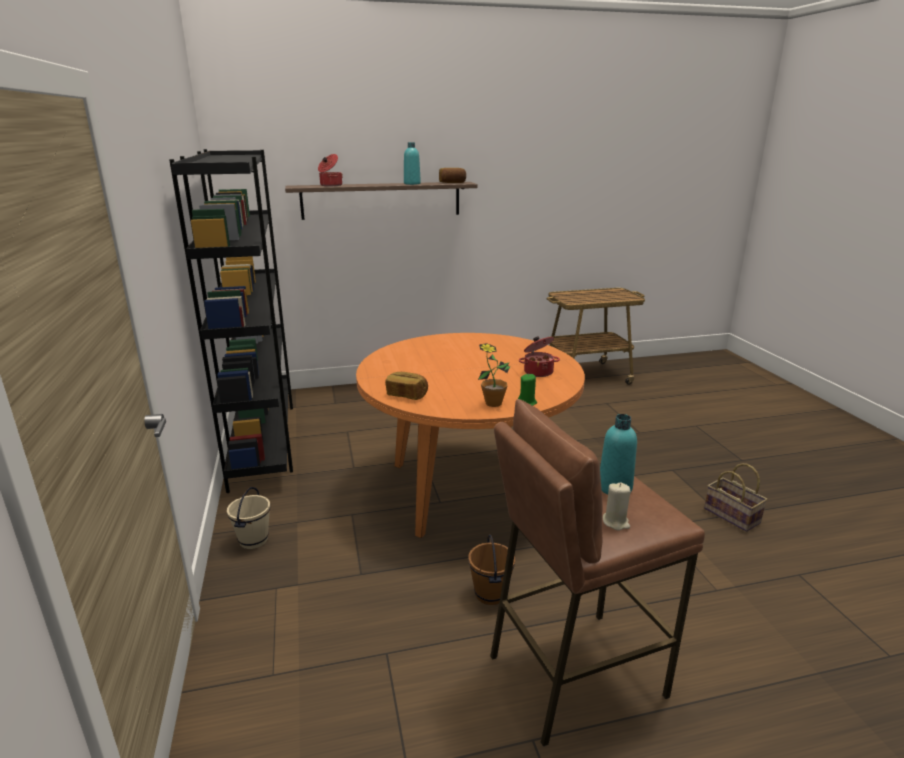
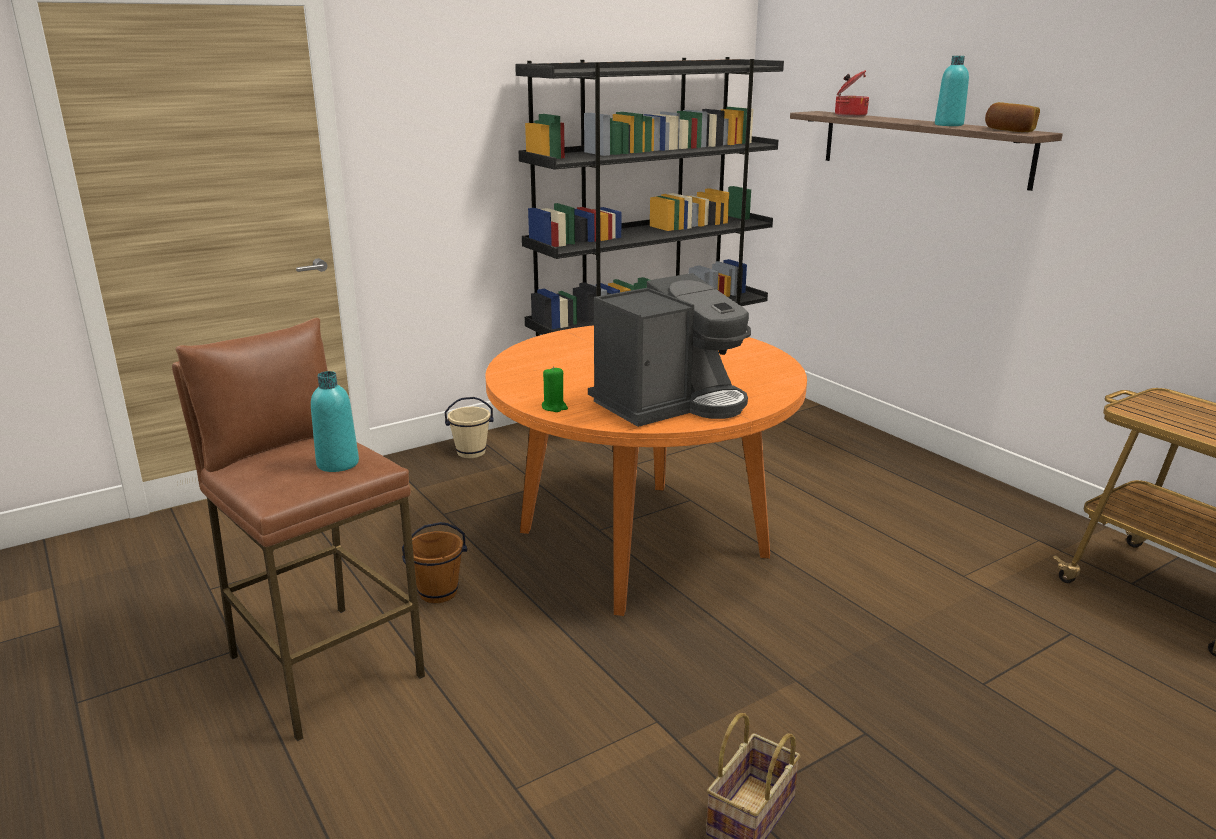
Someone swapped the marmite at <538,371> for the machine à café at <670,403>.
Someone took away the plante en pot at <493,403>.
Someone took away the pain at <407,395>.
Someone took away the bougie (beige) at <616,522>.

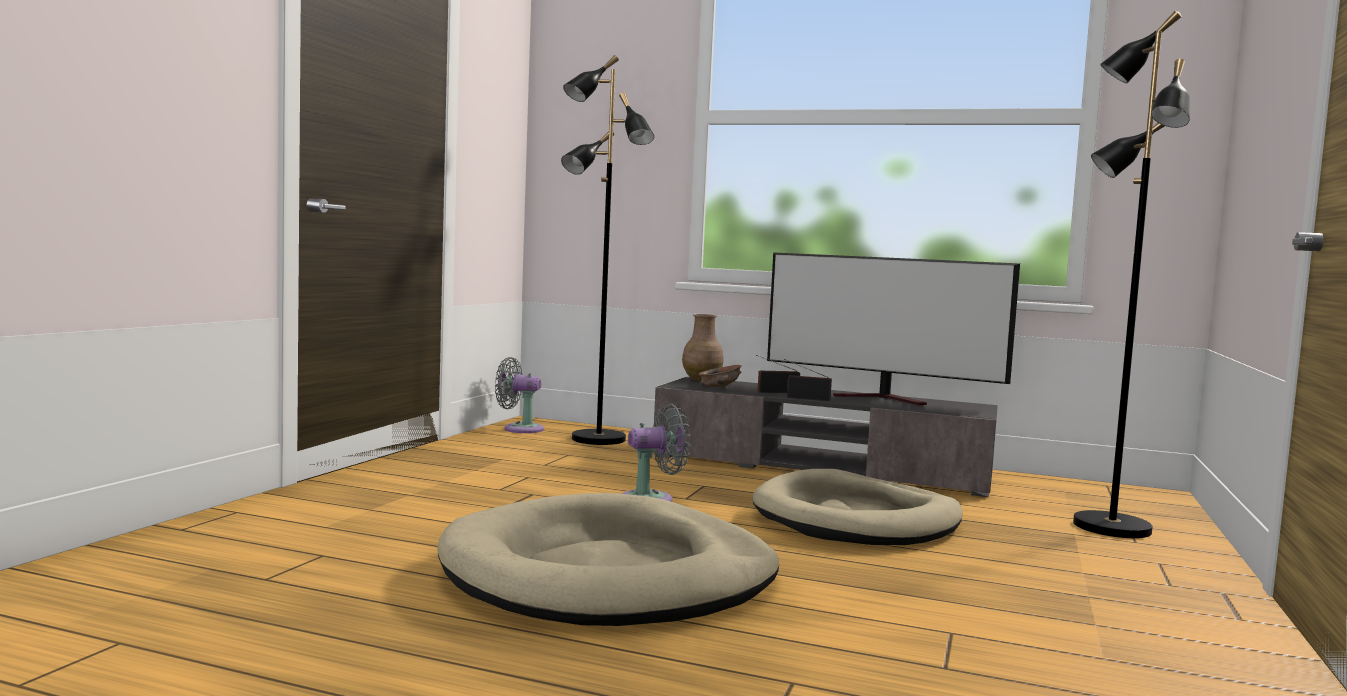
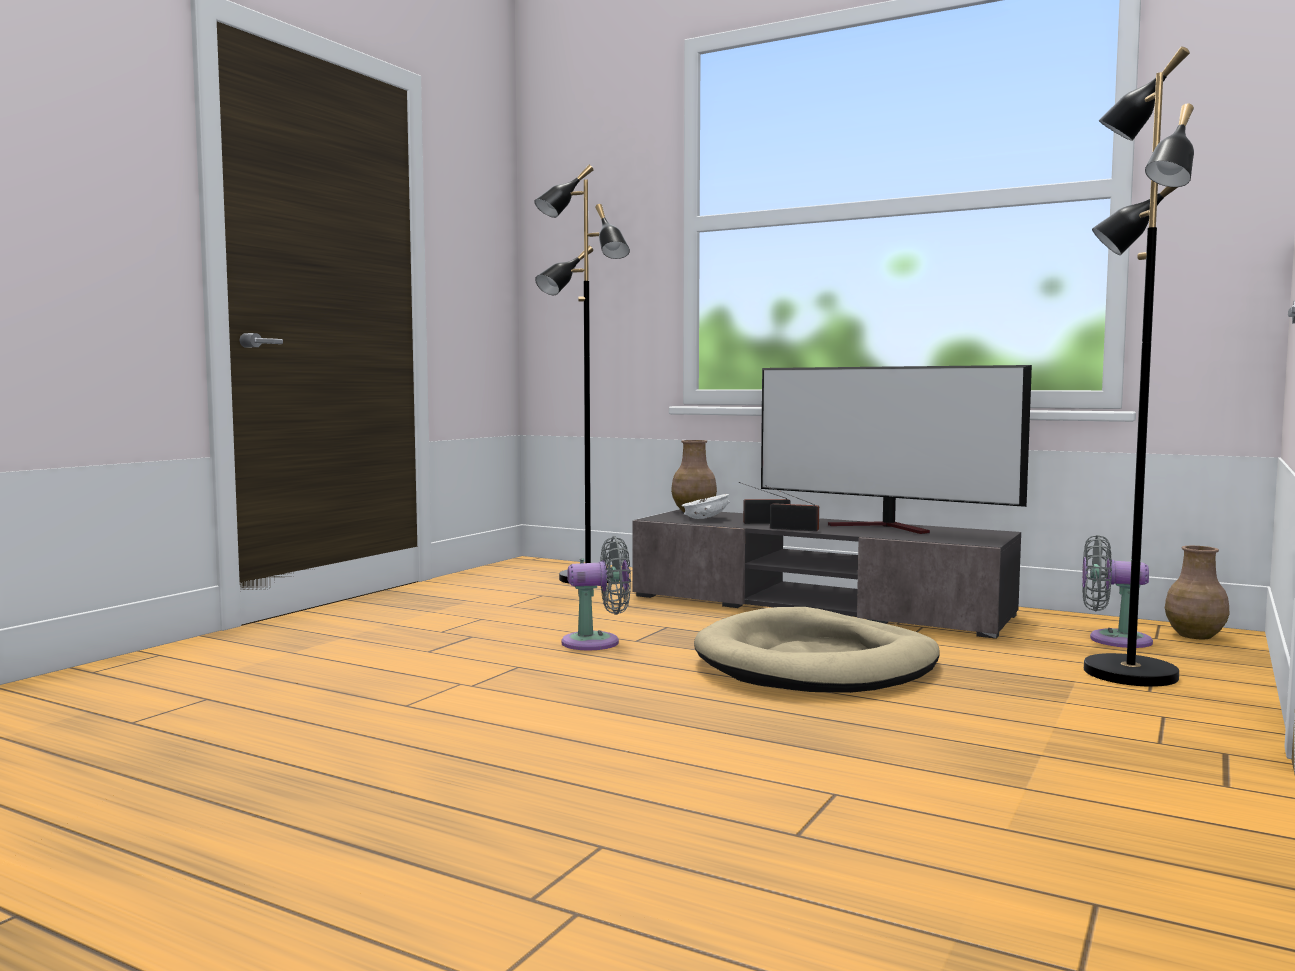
Someone carried the ventilateur (gris) from <519,429> to <1113,639>.
Someone repainted the bol (marron) at <719,386>, which became the bol (blanc) at <705,518>.
Someone took away the panier pour chien (beige) at <610,575>.
Someone put down the vase (marron) at <1195,636>.

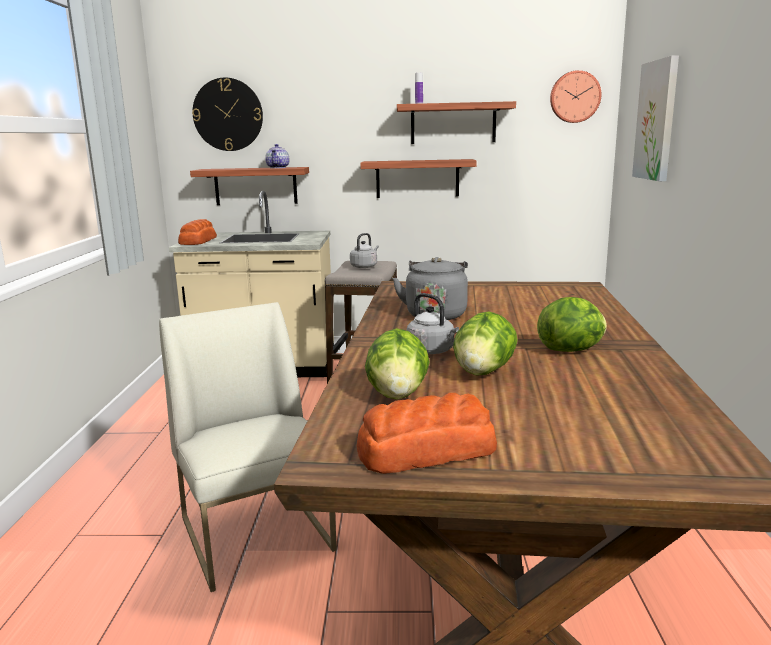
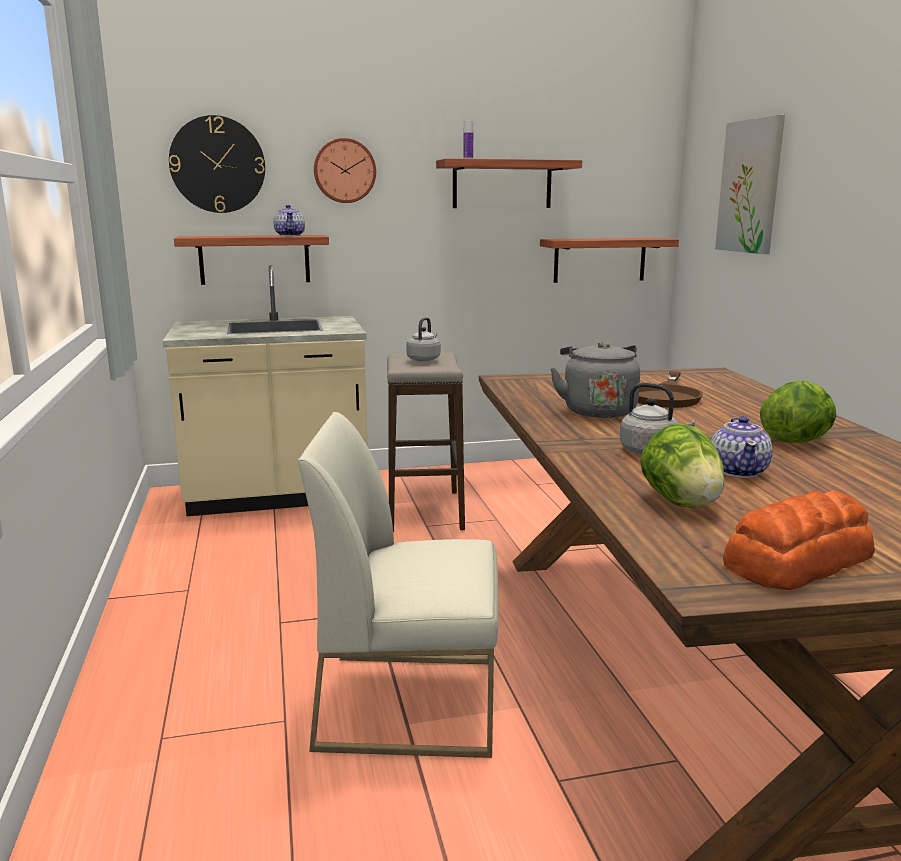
Someone carried the horloge murale from <574,97> to <344,171>.
Someone carried the étagère from <417,178> to <599,260>.
Someone took away the pain at <197,241>.
Someone rotated the chaise (blanc) at <258,534> by 45 degrees counterclockwise.
Someone swapped the laitue at <483,372> for the théière at <739,471>.
Someone put down the poêle (marron) at <666,396>.

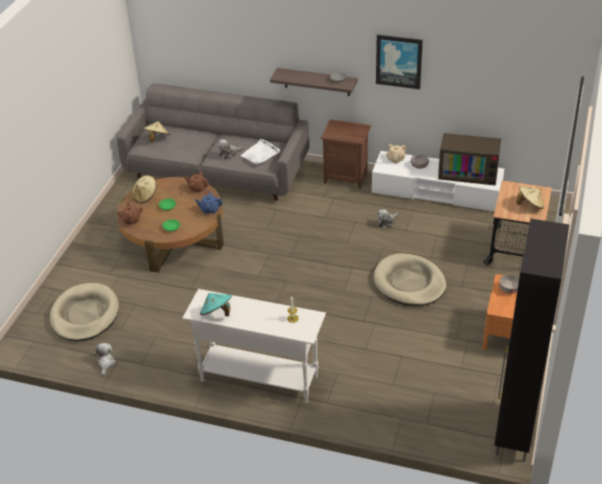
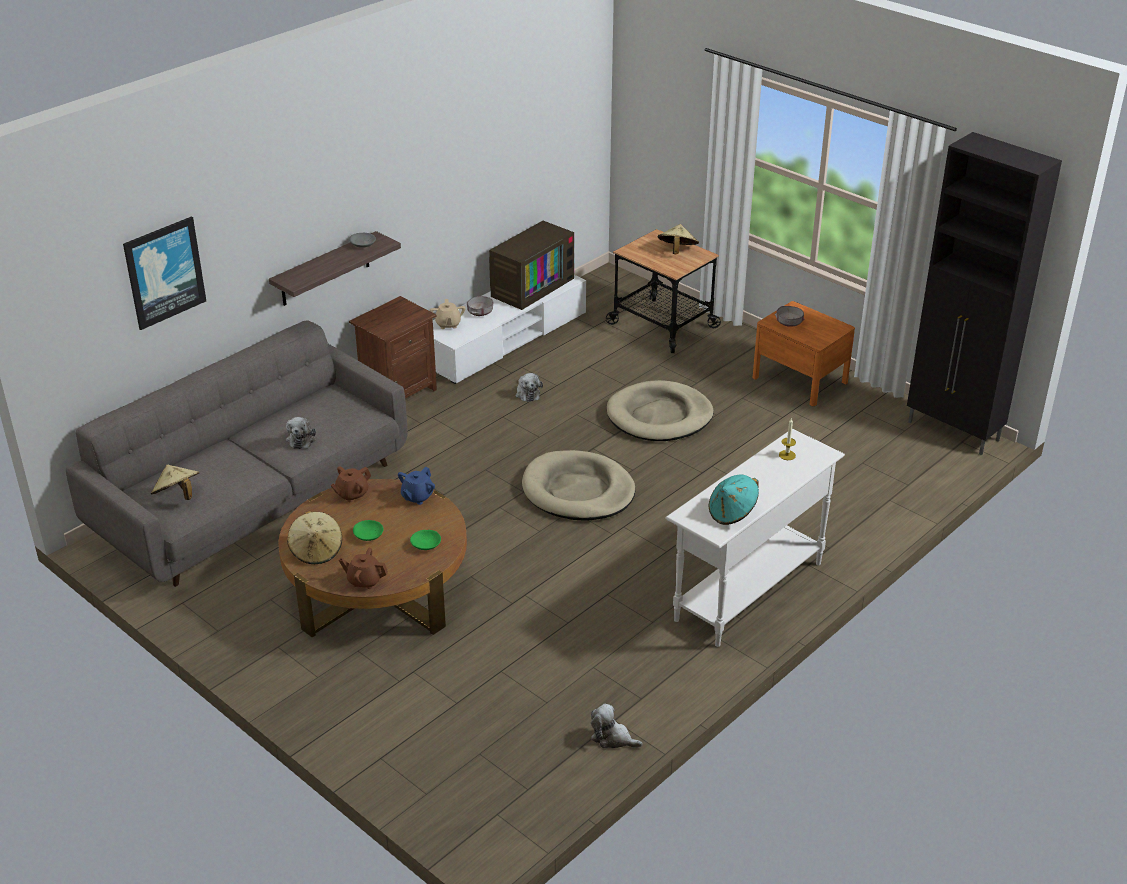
Someone carried the tableau from <399,61> to <164,272>.
Someone took away the plateau (blanc) at <260,154>.
Someone carried the panier pour chien (beige) from <85,315> to <578,491>.

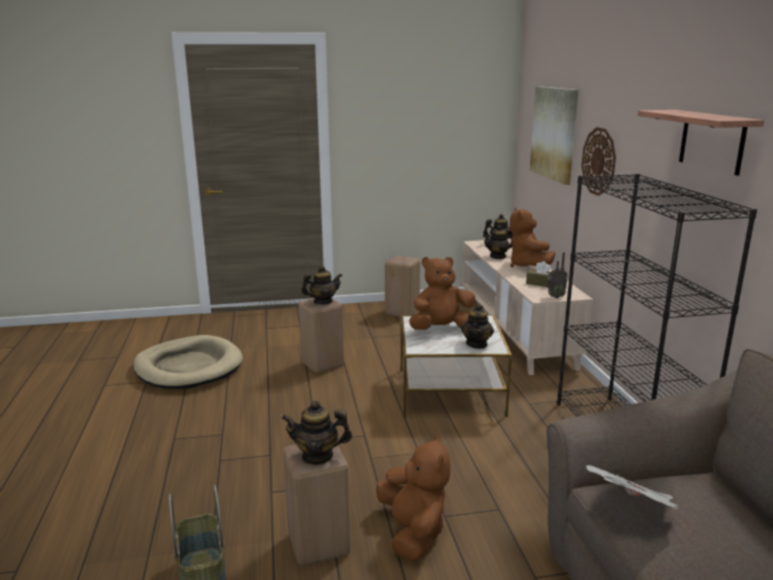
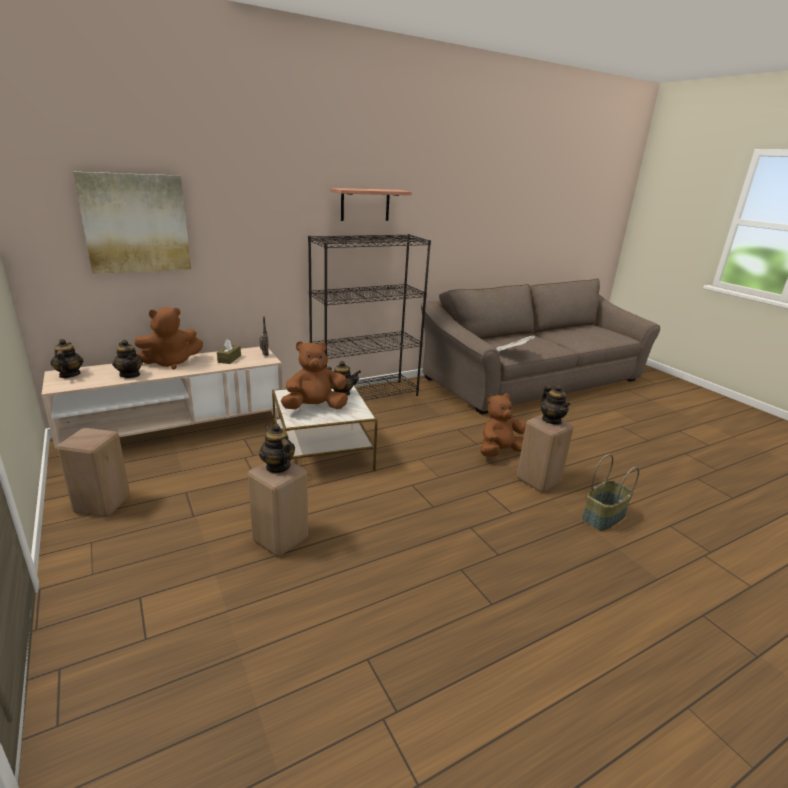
Someone took away the horloge murale at <599,161>.
Someone rotated the peluche (marron) at <441,329> by 105 degrees clockwise.
Someone took away the panier pour chien (beige) at <188,367>.

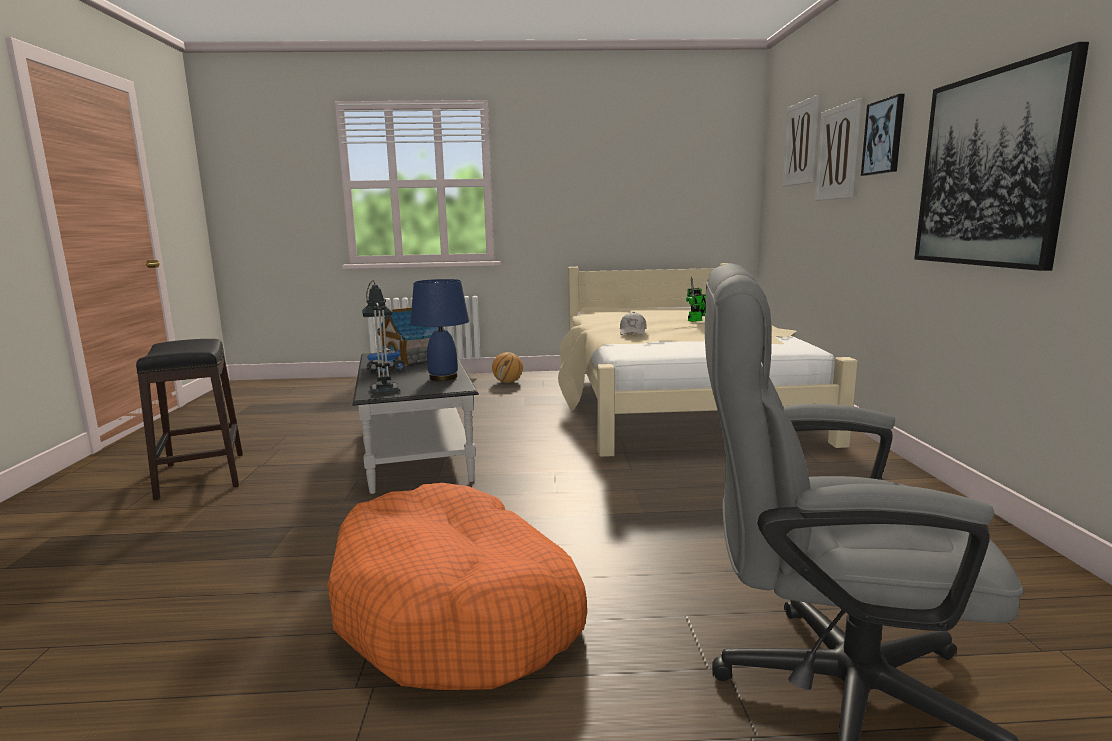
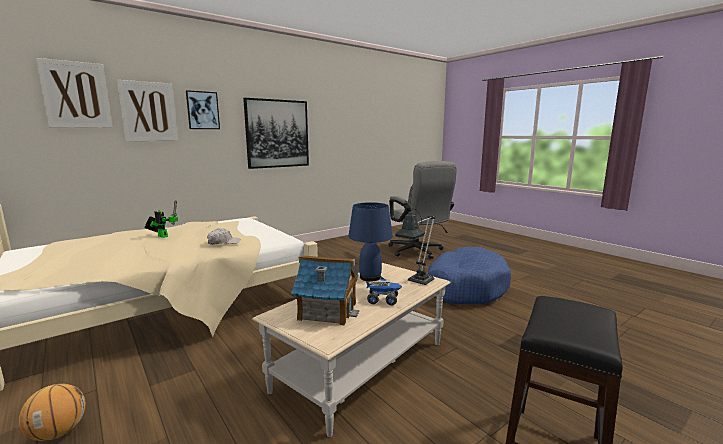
Someone repainted the table basse (noir) at <417,450>, which became the table basse (beige) at <362,365>.
Someone repainted the panier pour chien (orange) at <457,609>, which became the panier pour chien (bleu) at <465,287>.

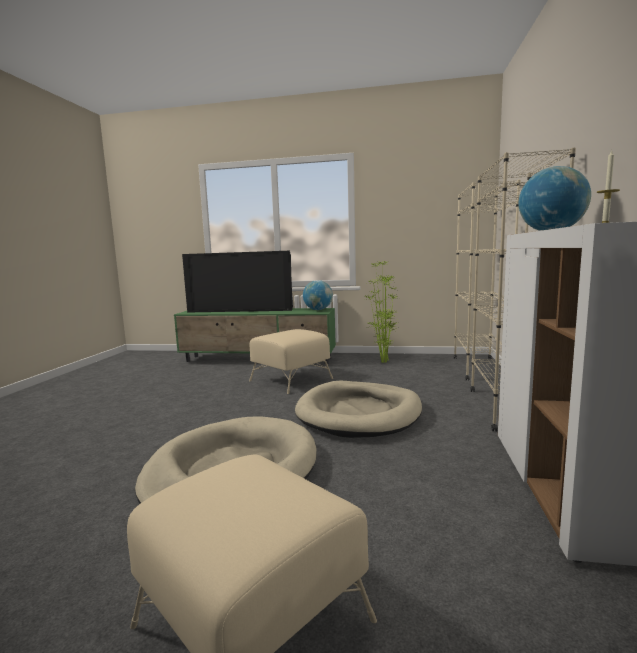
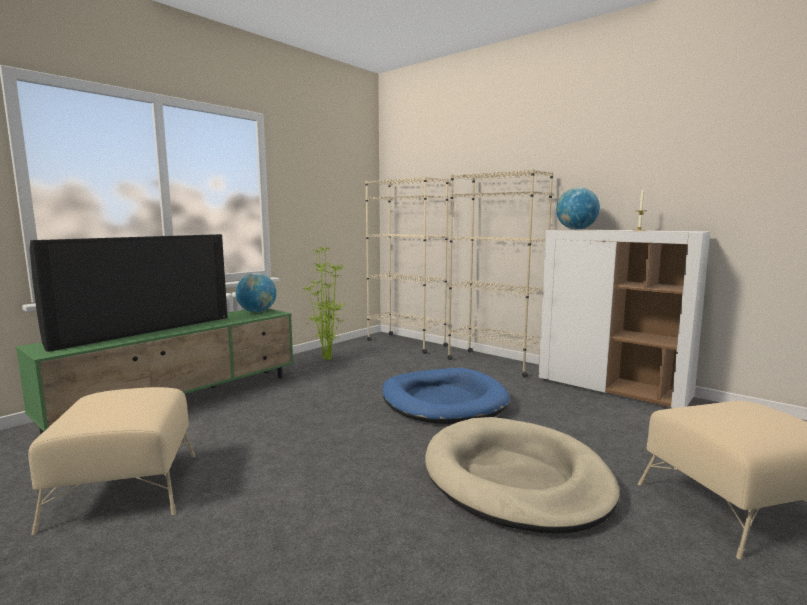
Someone carried the pouf (beige) from <291,379> to <126,489>.
Someone repainted the panier pour chien (beige) at <359,413>, which became the panier pour chien (bleu) at <443,401>.

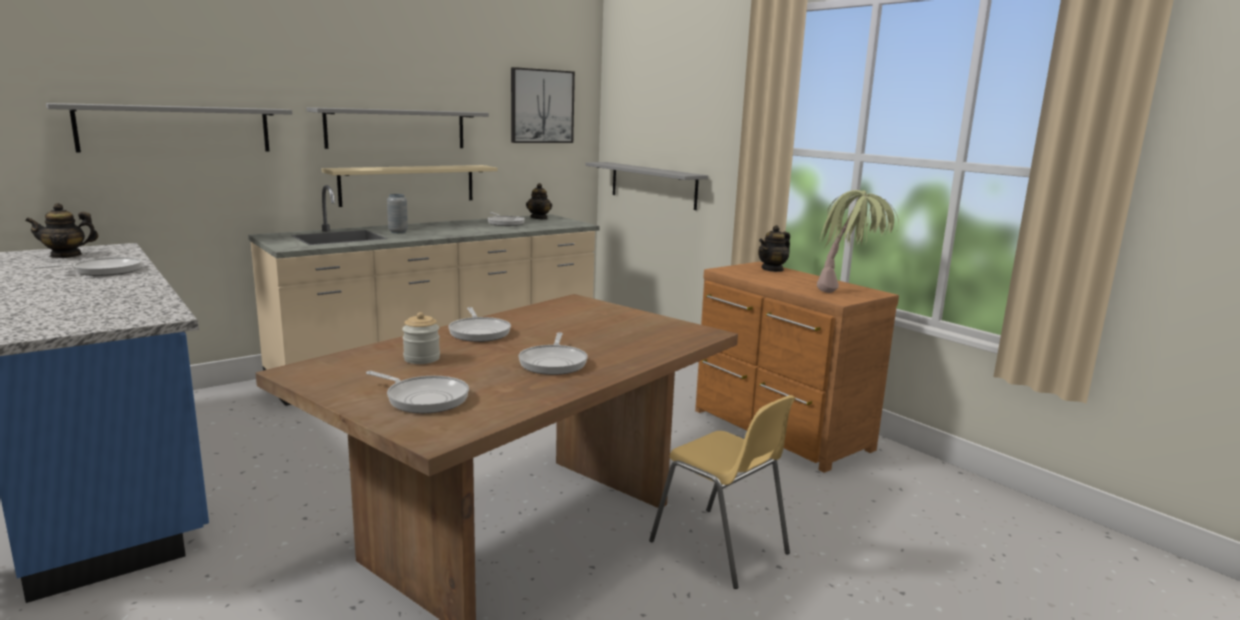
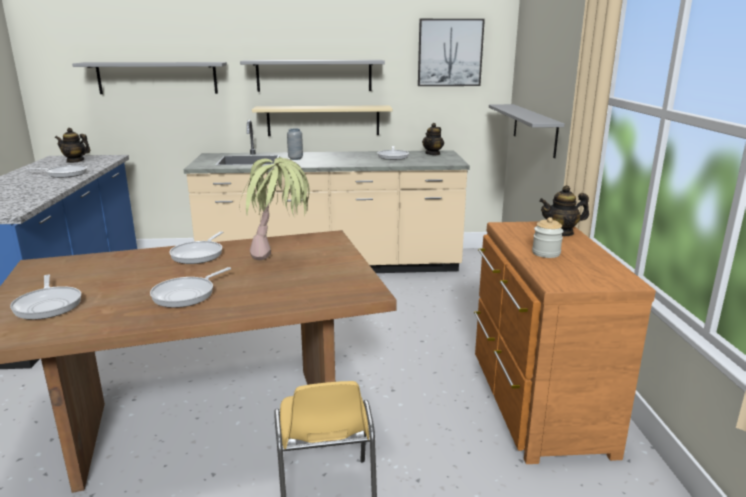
Someone carried the plante en pot from <849,291> to <280,262>.
Someone carried the bocal from <422,359> to <546,253>.

